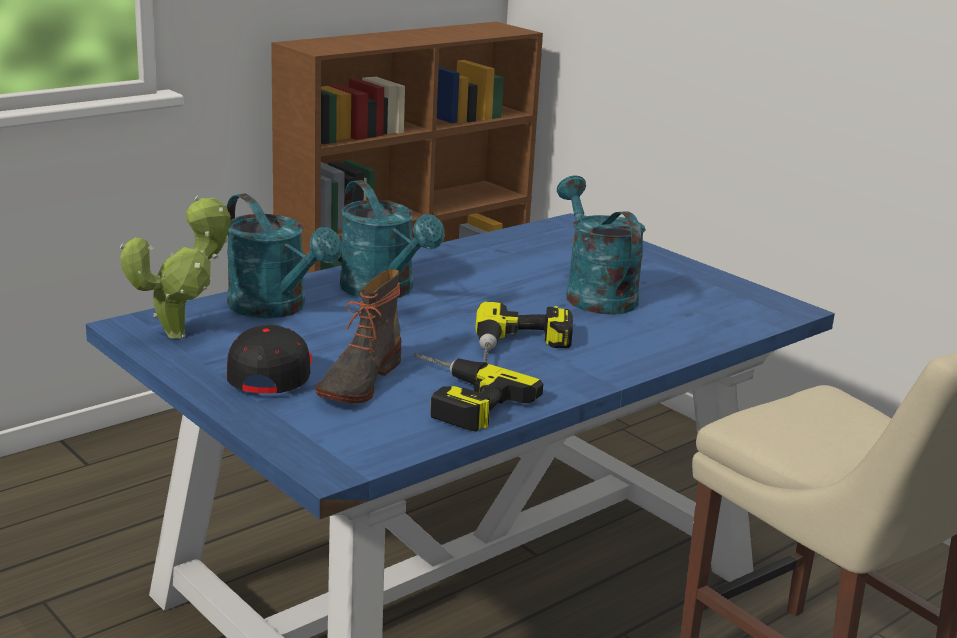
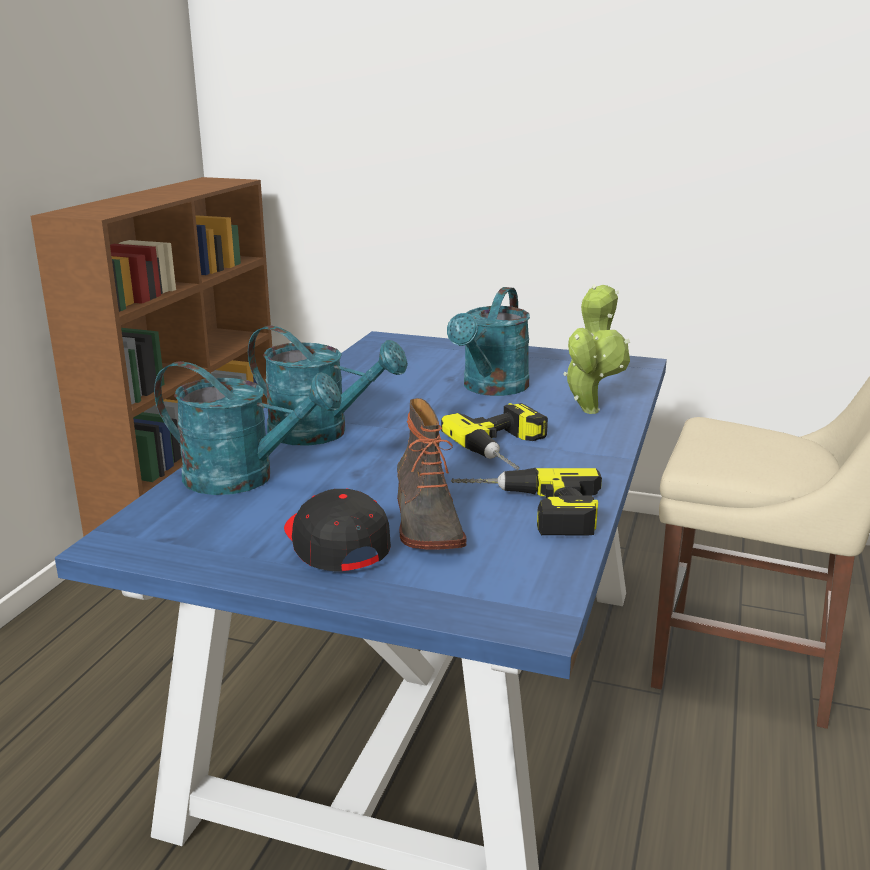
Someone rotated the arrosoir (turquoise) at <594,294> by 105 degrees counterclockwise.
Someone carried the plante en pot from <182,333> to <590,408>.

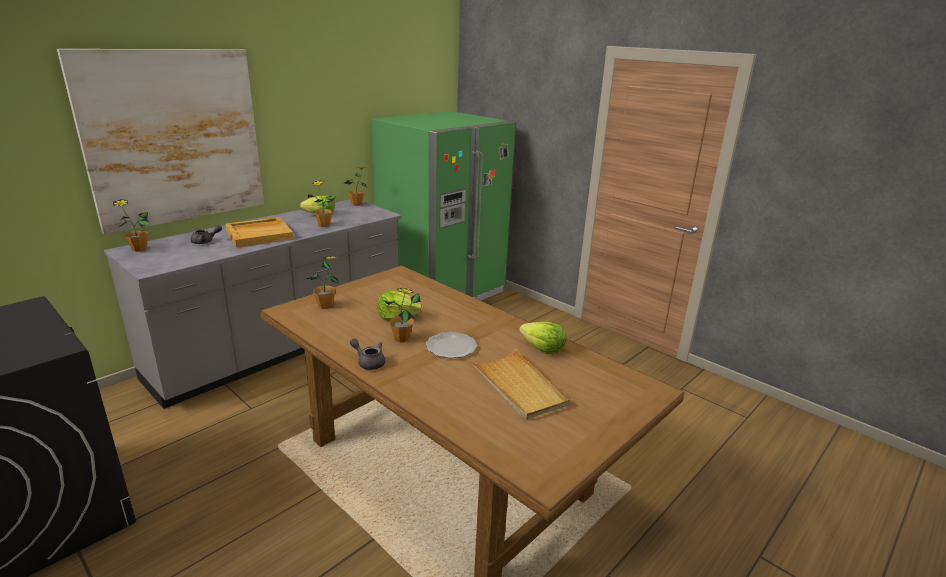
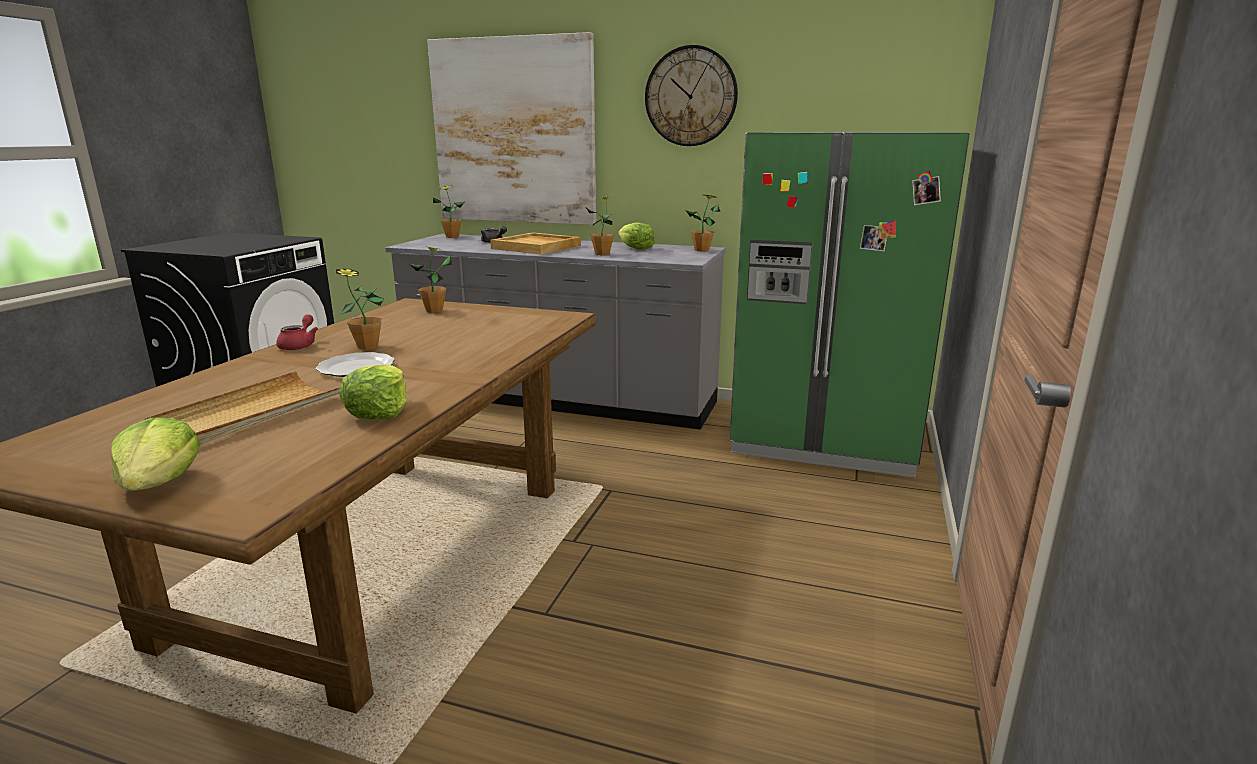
Someone carried the laitue from <398,317> to <159,483>.
Someone repainted the théière (gris) at <369,362>, which became the théière (rouge) at <299,345>.
Someone put up the horloge murale at <691,96>.

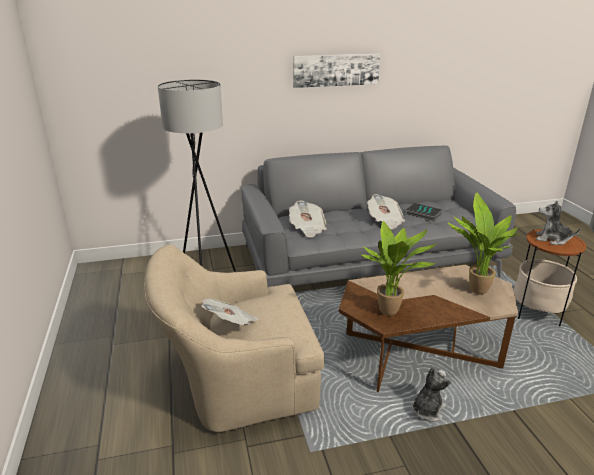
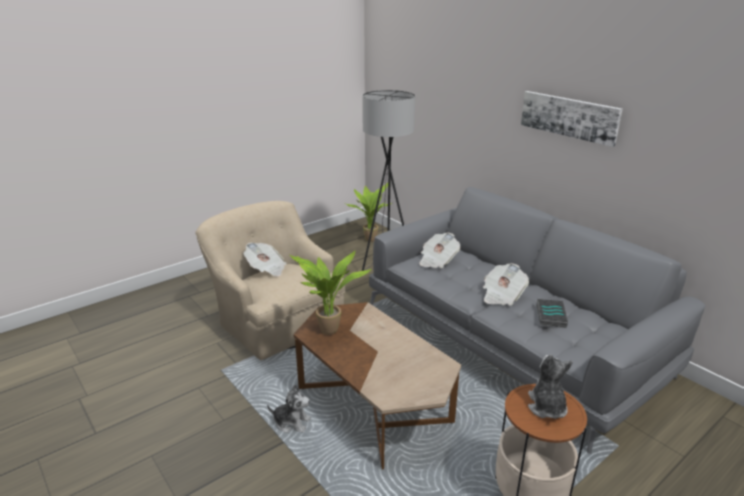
Someone carried the plante en pot from <475,290> to <370,239>.

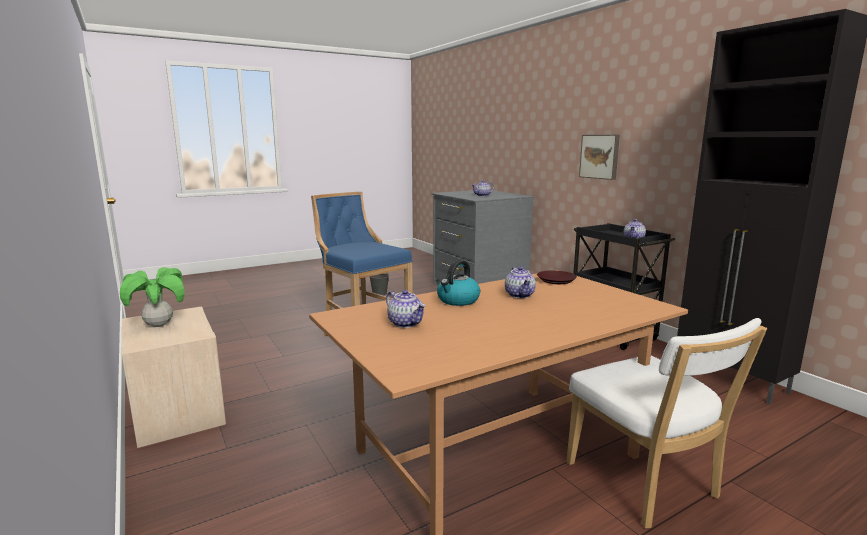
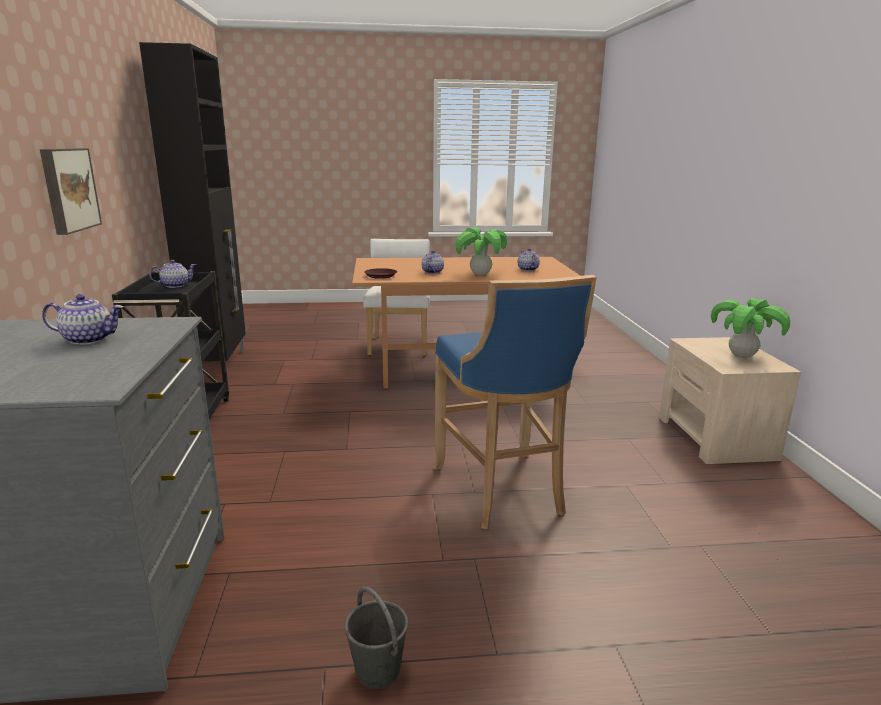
Someone swapped the bouilloire at <458,300> for the plante en pot at <480,274>.

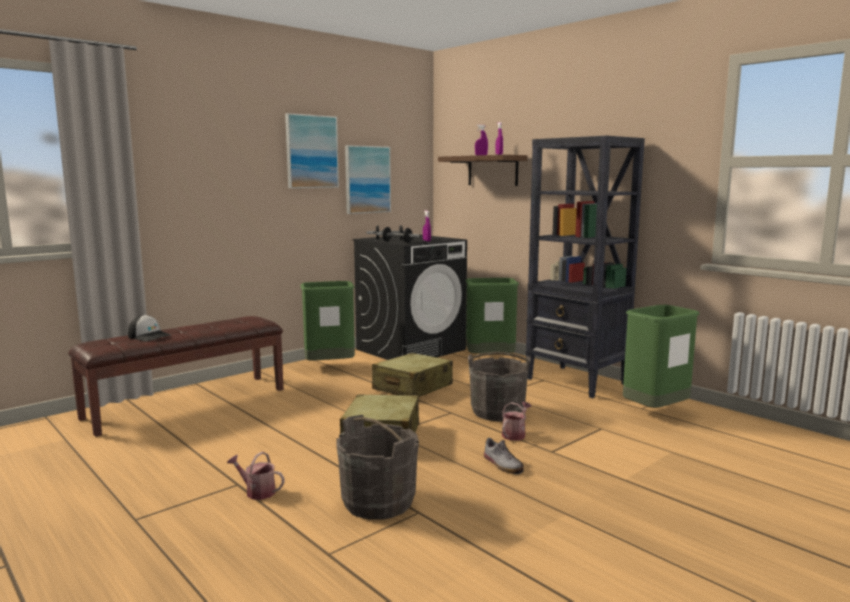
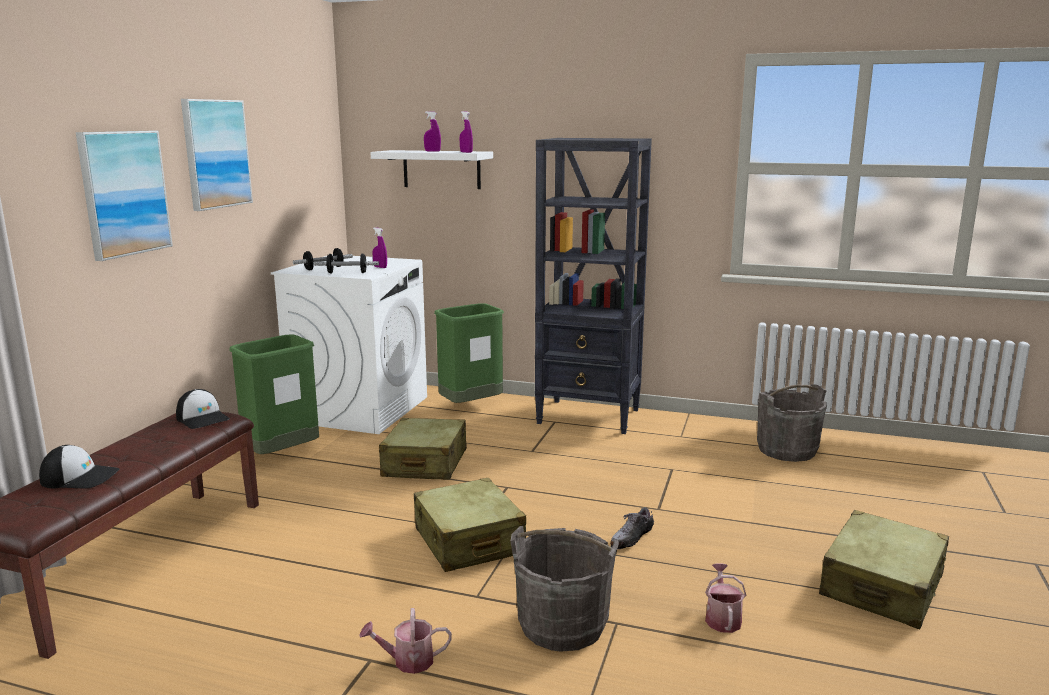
Someone carried the tableau from <367,179> to <124,193>.
Someone repainted the étagère (marron) at <492,170>, which became the étagère (blanc) at <441,169>.
Someone repainted the lave-linge (noir) at <411,349>, which became the lave-linge (blanc) at <360,409>.
Someone took away the poubelle (vert) at <655,412>.
Someone carried the seau (gris) from <497,412> to <787,450>.
Someone carried the arrosoir from <515,434> to <722,618>.
Someone rotated the chaussure at <503,464> by 105 degrees clockwise.
Someone put down the casquette at <203,418>.
Someone put down the valise (beige) at <882,586>.

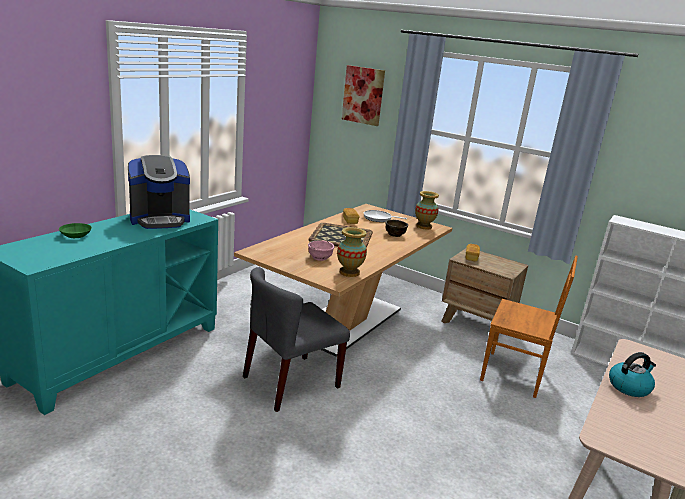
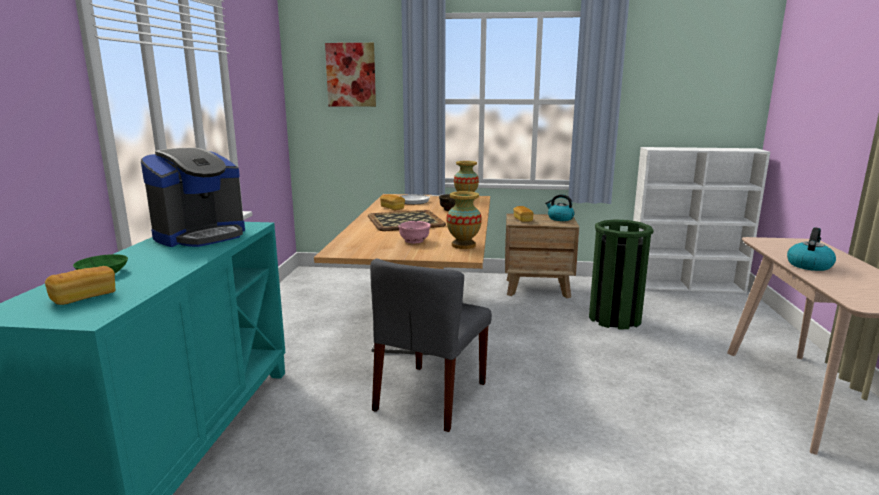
Someone swapped the chaise (marron) at <514,375> for the poubelle (vert) at <615,318>.
Someone put down the bouilloire at <560,218>.
Someone put down the pain at <84,297>.

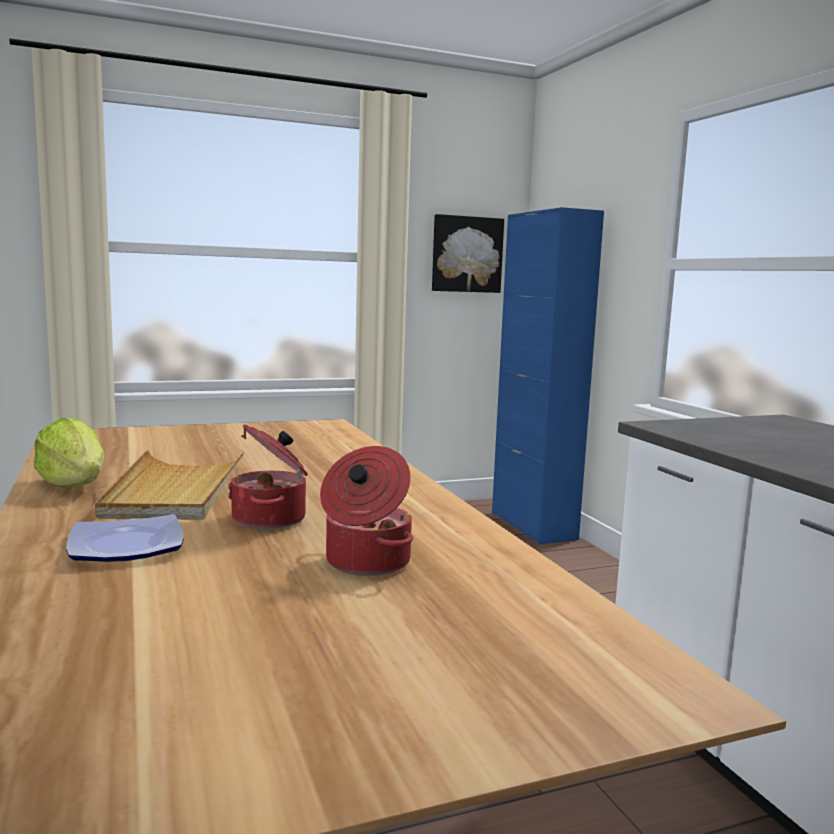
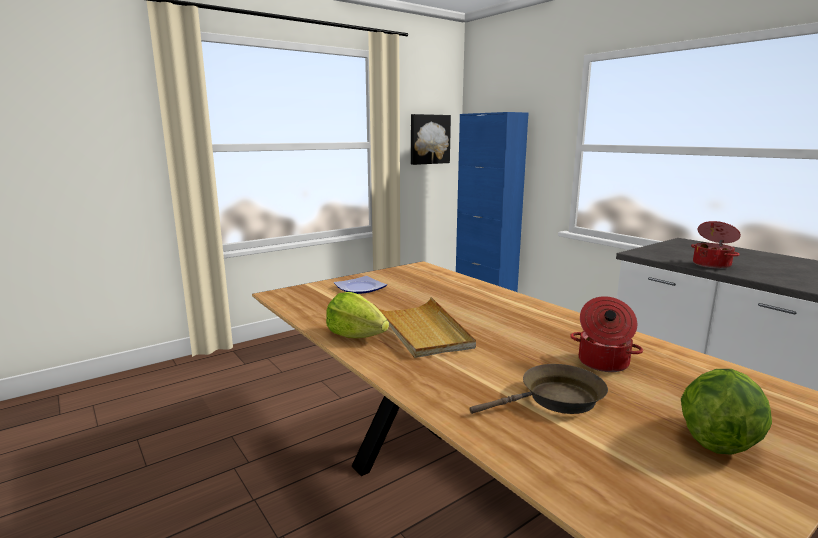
Someone carried the marmite from <271,519> to <712,264>.
Someone carried the assiette from <124,547> to <360,289>.
Someone put down the poêle (marron) at <556,399>.
Someone put down the laitue at <717,440>.

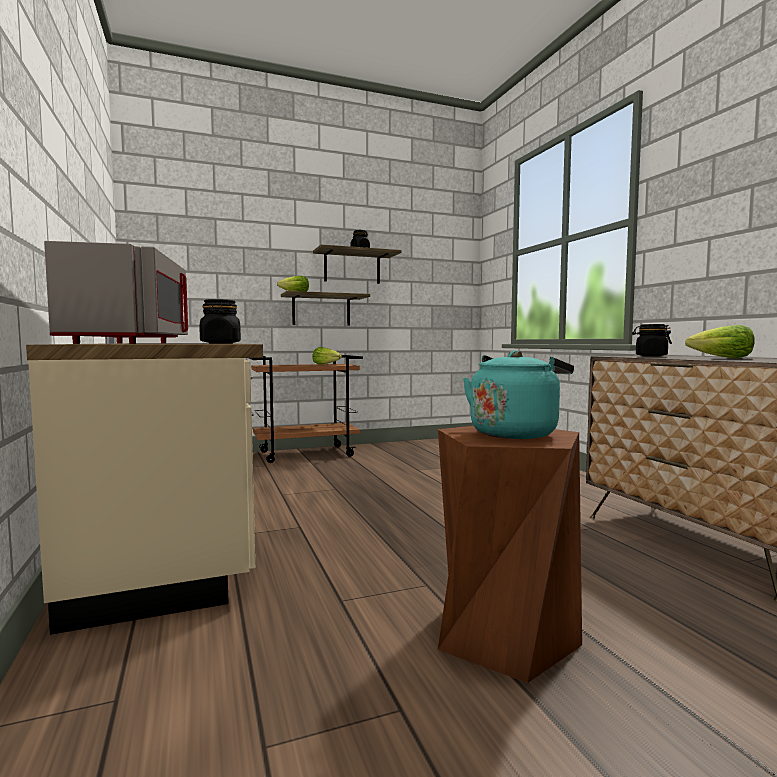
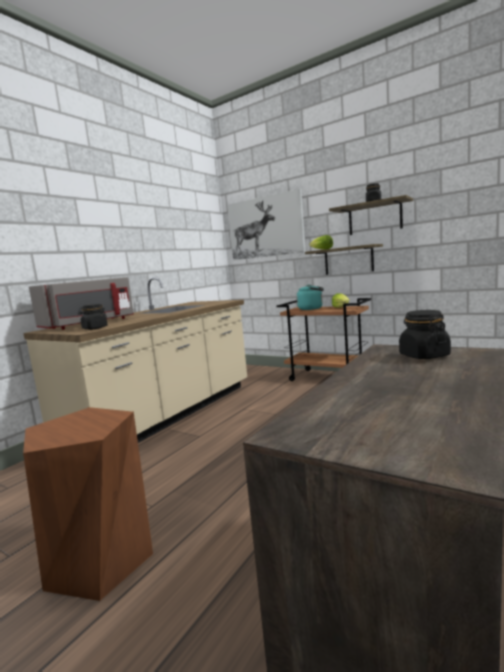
Someone took away the laitue at <721,358>.
Someone carried the bouilloire (turquoise) from <515,433> to <312,308>.
Someone put up the tableau at <265,227>.

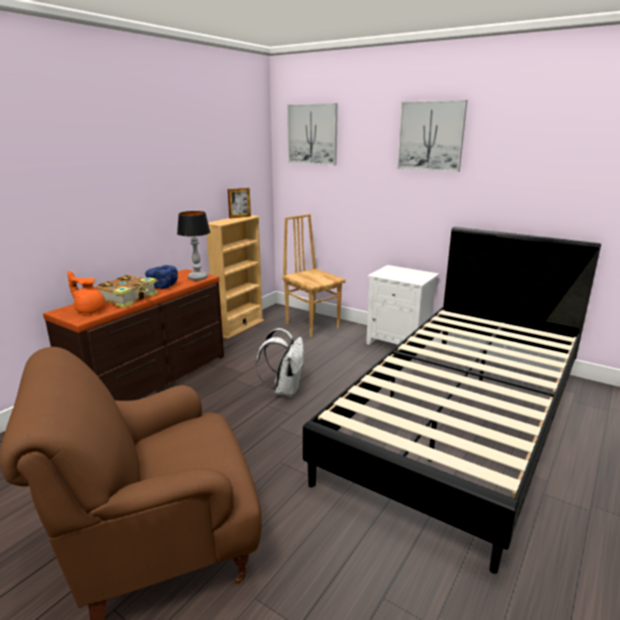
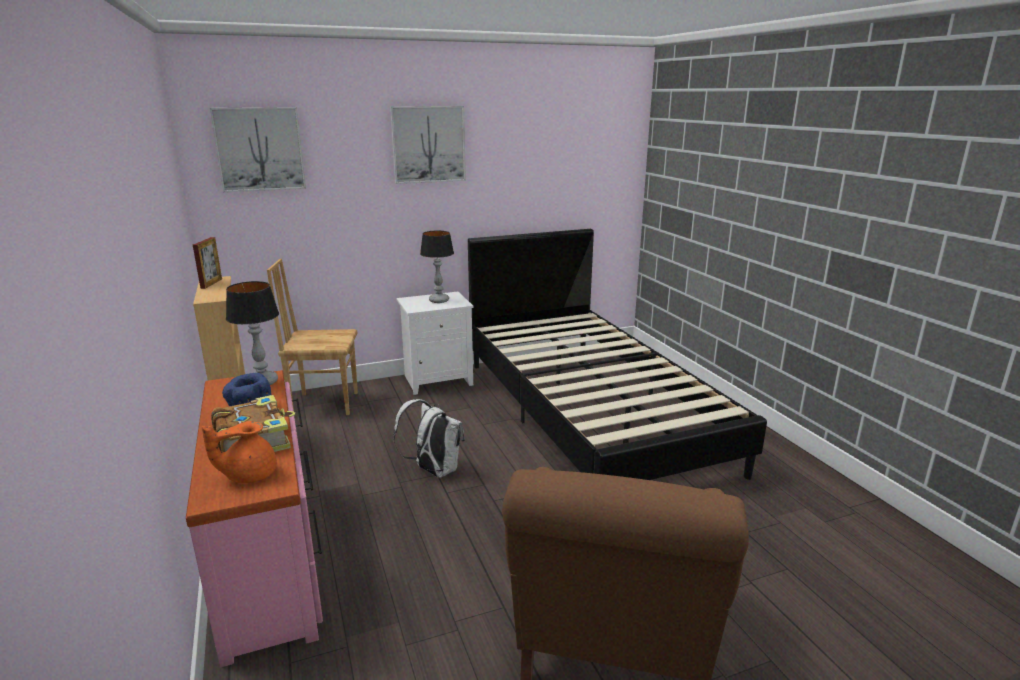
Someone repainted the commode (marron) at <153,380>, which became the commode (rose) at <270,557>.
Someone put down the lampe de table at <439,300>.

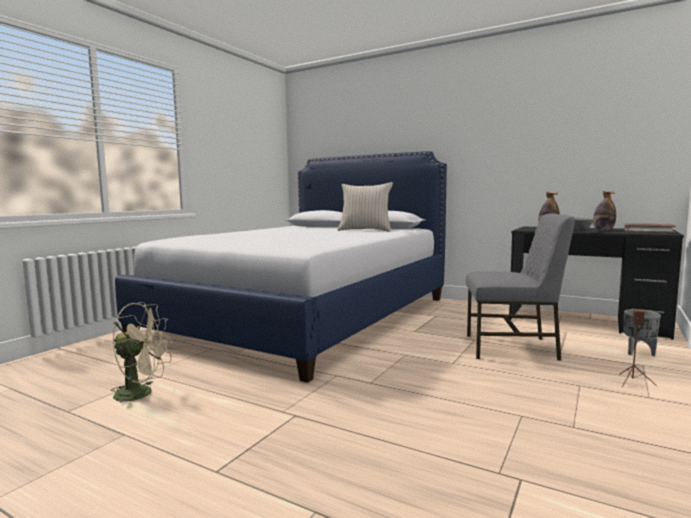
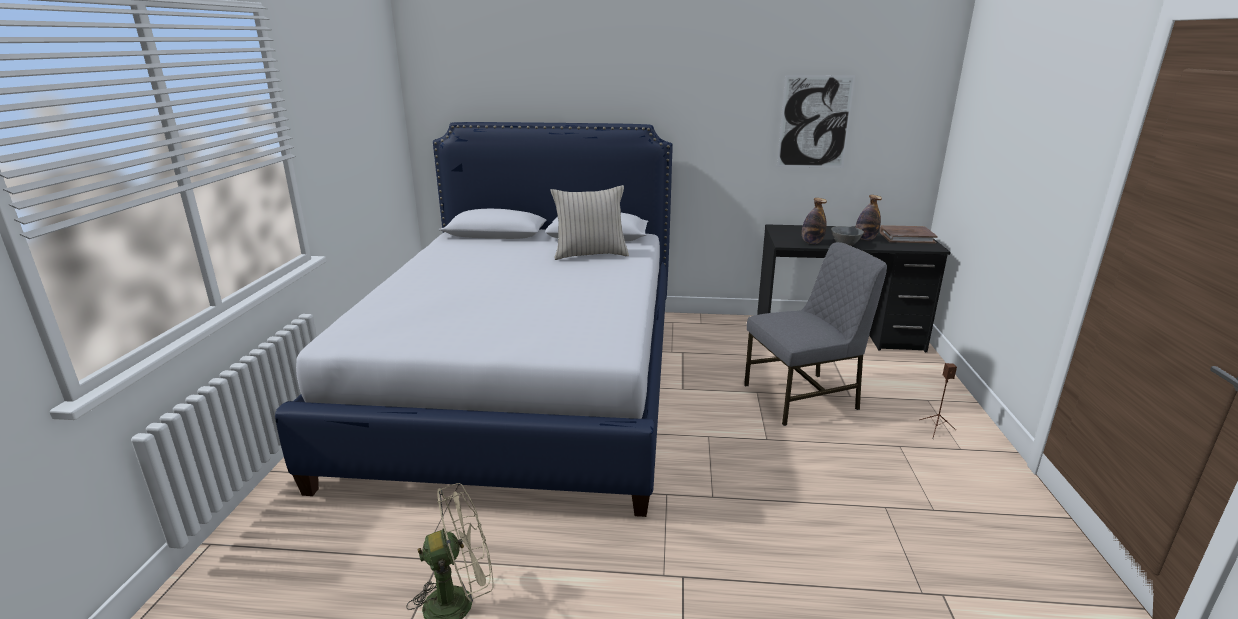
Someone took away the cache-pot (gris) at <639,353>.
Someone put up the tableau at <814,122>.

